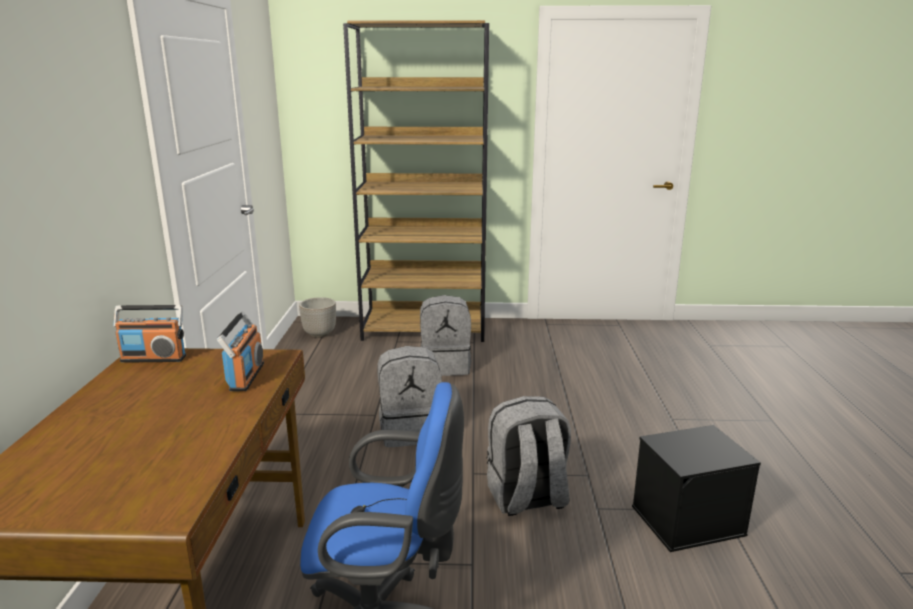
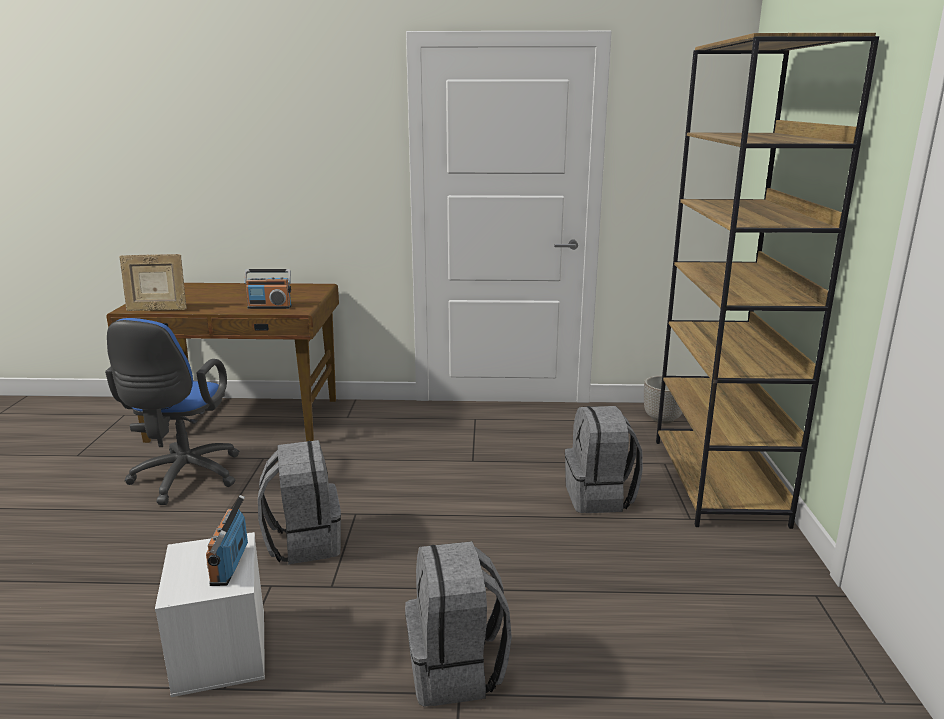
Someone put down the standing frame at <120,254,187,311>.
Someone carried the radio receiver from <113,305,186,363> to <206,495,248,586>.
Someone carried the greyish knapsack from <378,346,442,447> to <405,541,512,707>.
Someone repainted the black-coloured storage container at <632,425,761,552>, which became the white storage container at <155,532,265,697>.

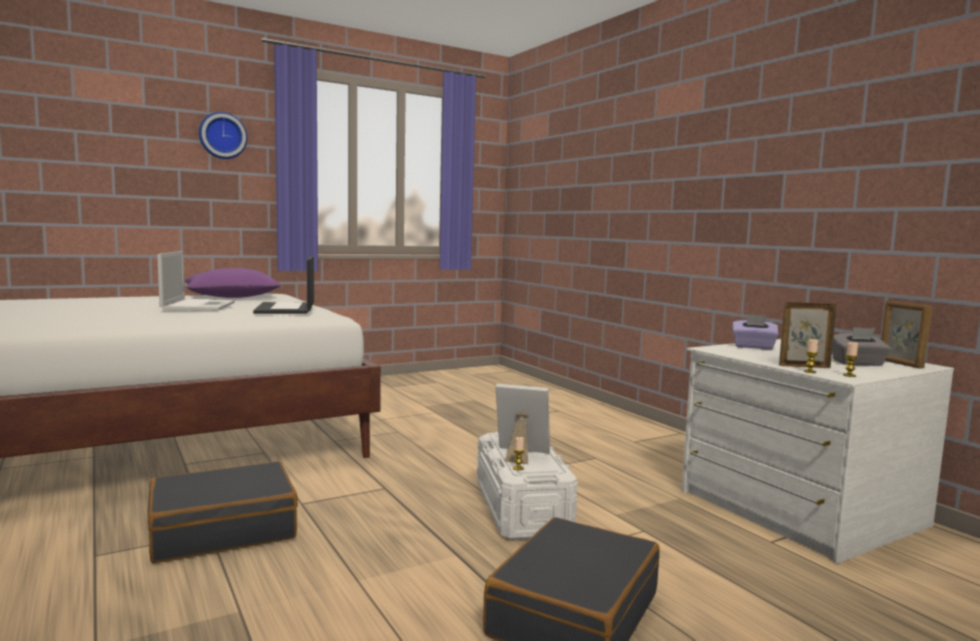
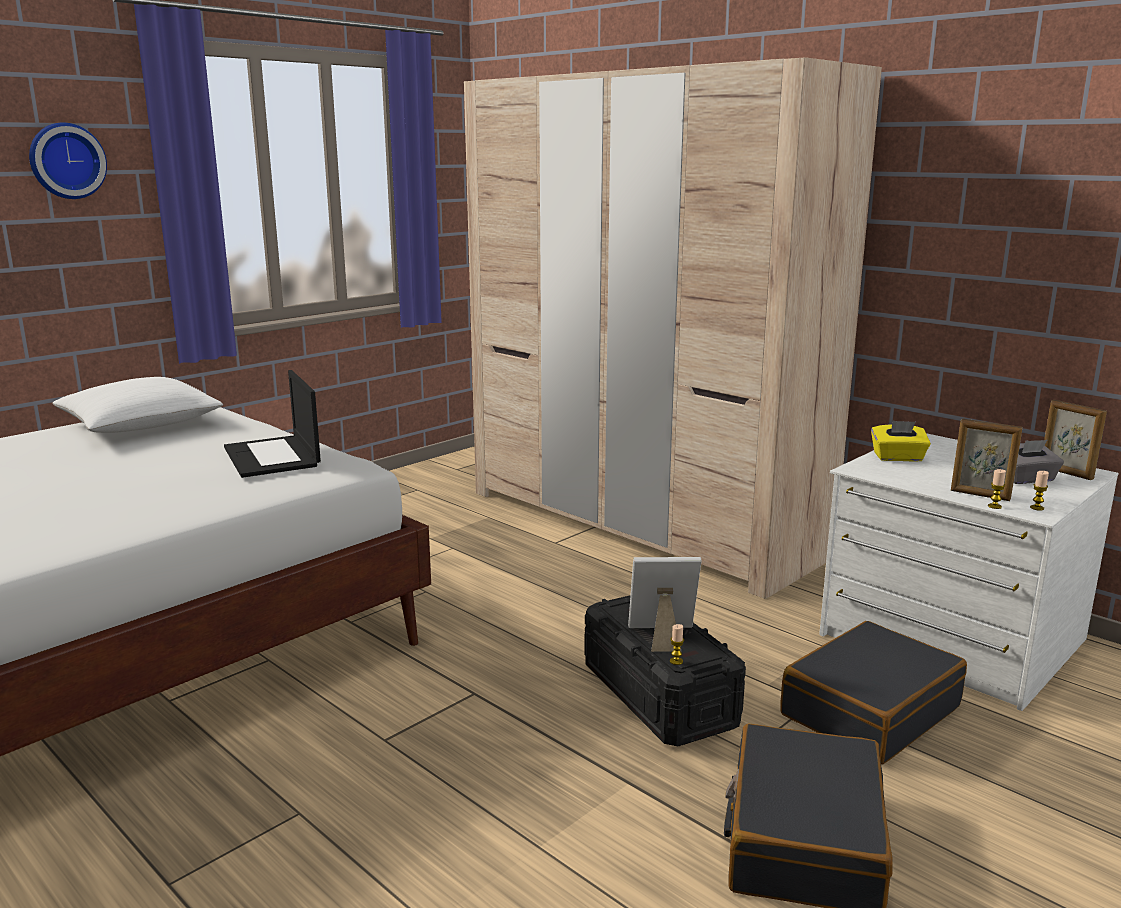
Someone took away the notebook computer at <157,251,235,311>.
Someone put down the sand-coloured wardrobe at <464,57,882,599>.
Someone carried the black-coloured suitcase from <148,461,298,563> to <780,621,967,765>.
Someone repainted the purplish throw pillow at <185,268,281,298>, which became the white throw pillow at <52,377,223,433>.
Someone repainted the white storage container at <477,432,578,540>, which became the black-coloured storage container at <584,596,746,746>.
Someone repainted the purplish tissue box at <732,314,779,349>, which became the yellow-coloured tissue box at <871,420,931,462>.
Someone rotated the standing frame at <779,302,836,368> by 135 degrees counterclockwise.

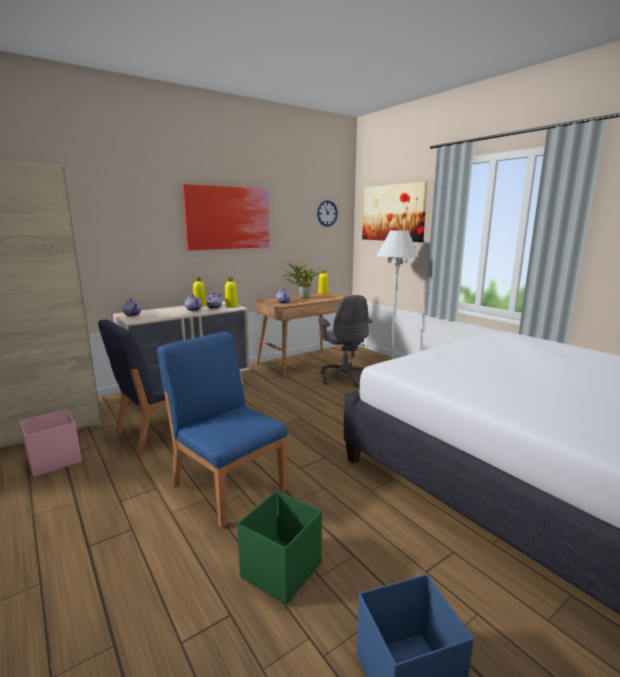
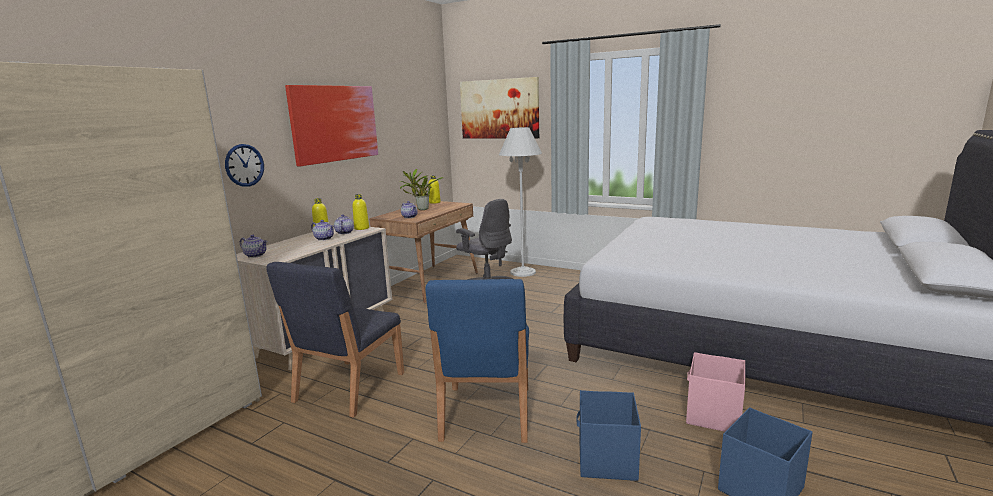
Someone carried the pink storage container from <20,409,82,477> to <686,352,745,432>.
Someone carried the hanging clock from <317,200,338,227> to <225,144,264,187>.
Someone repainted the green-coloured storage container at <237,491,322,605>, which became the blue storage container at <577,390,641,481>.
Someone rotated the blue plain chair at <157,332,288,528> by 105 degrees counterclockwise.

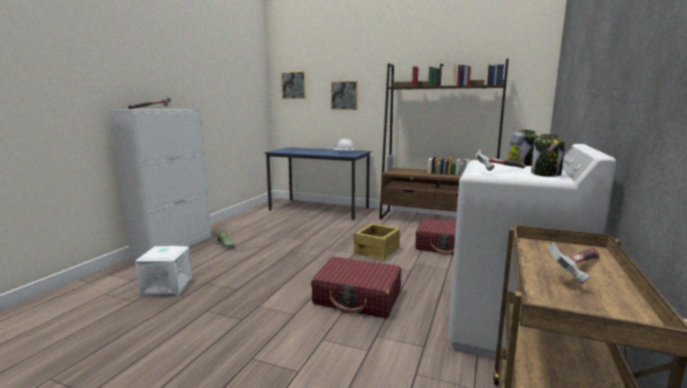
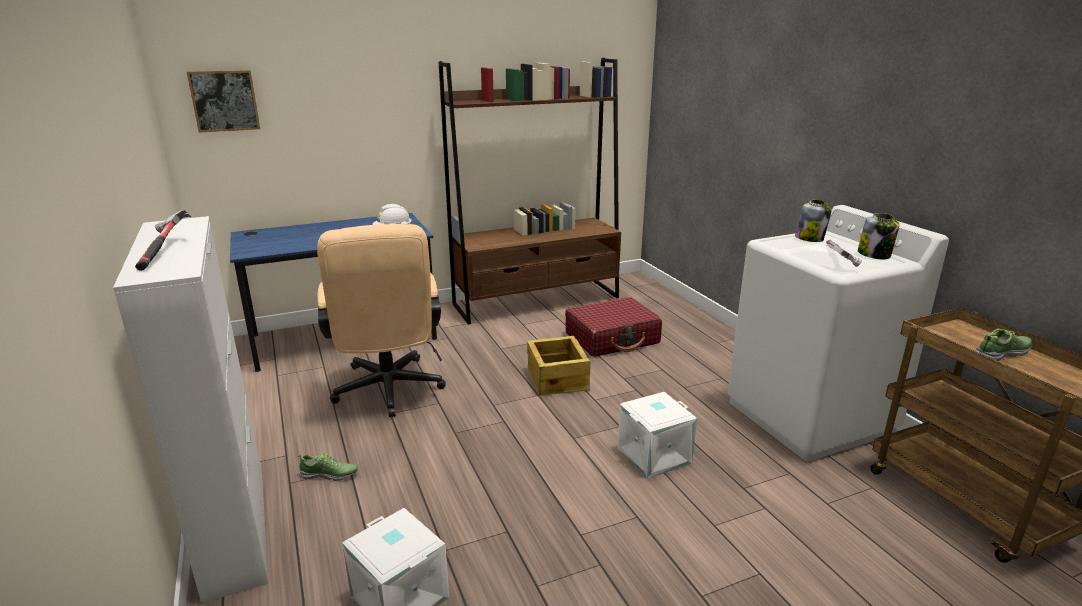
Someone took away the wall picture at <331,81,358,110>.
Someone put down the sand-coloured office chair at <317,224,446,417>.
Someone swapped the red-coloured suitcase at <311,257,401,318> for the white storage container at <618,392,697,479>.
Someone swapped the tool hammer at <548,242,599,284> for the low shoe at <975,328,1032,361>.

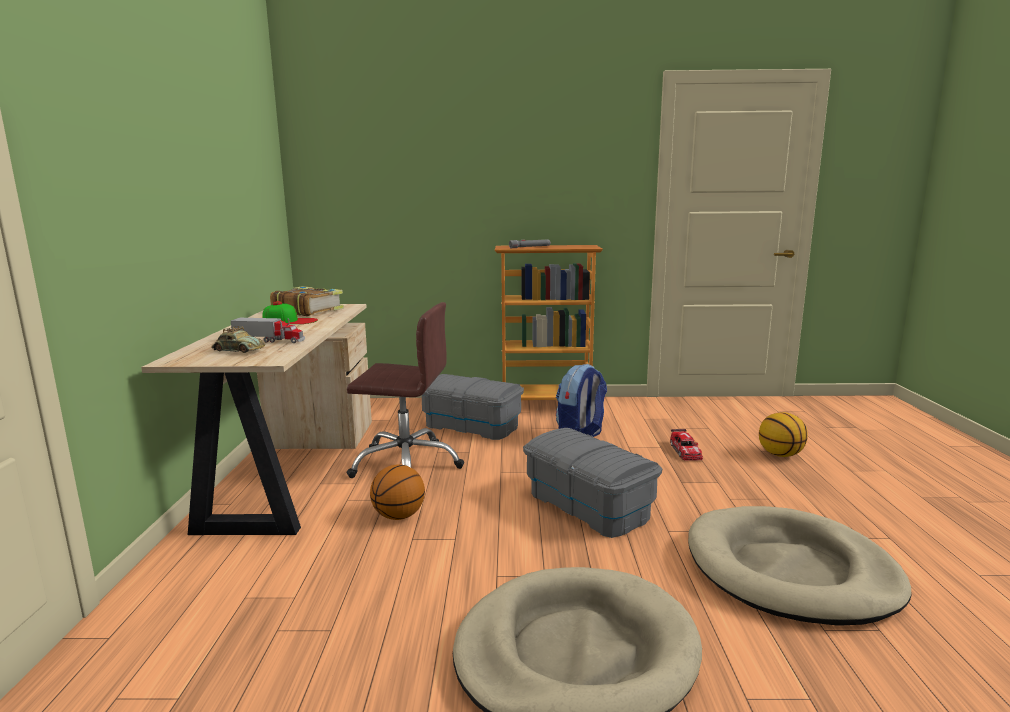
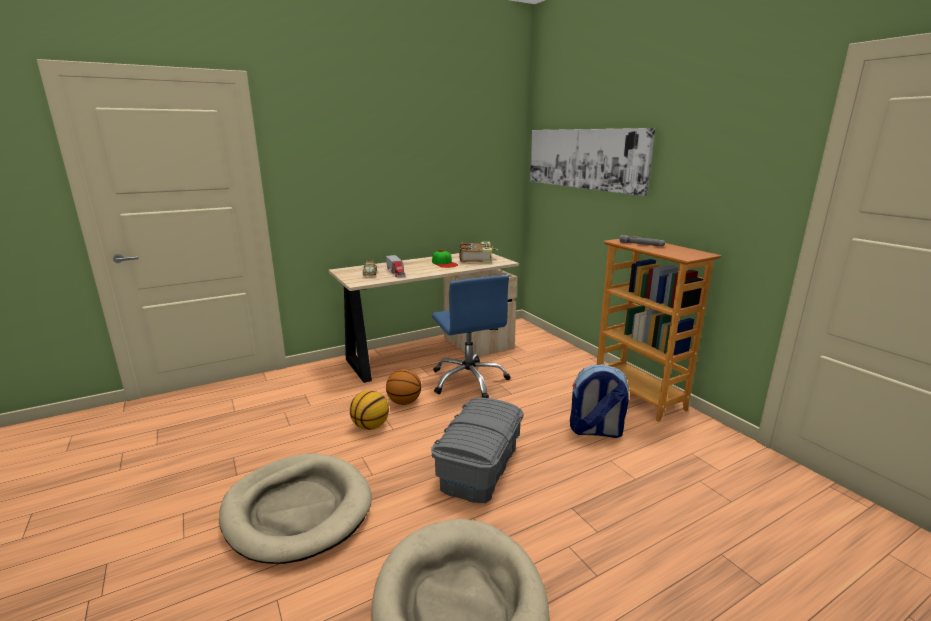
Someone took away the greyish storage container at <422,374,524,440>.
Someone took away the toy car at <670,429,703,461>.
Someone put up the wall picture at <530,128,655,196>.
Someone carried the basketball ball from <759,412,808,457> to <350,390,389,430>.
Someone repainted the brown office chair at <347,302,464,478>, which became the blue office chair at <432,275,511,398>.

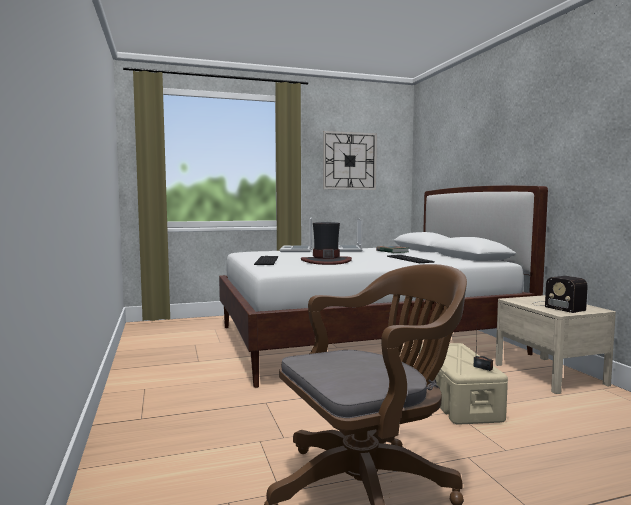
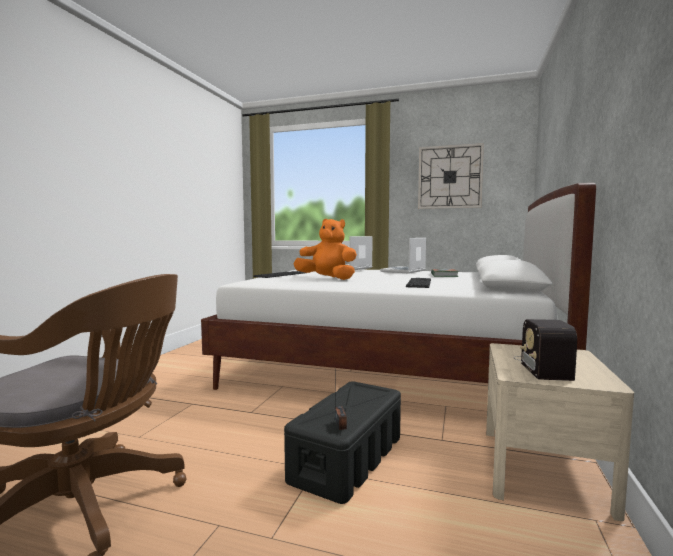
Someone swapped the hat at <301,222,352,265> for the orangey cuddly toy at <293,219,357,280>.
Someone repainted the sand-coloured storage container at <419,343,508,425>, which became the black-coloured storage container at <284,381,401,504>.

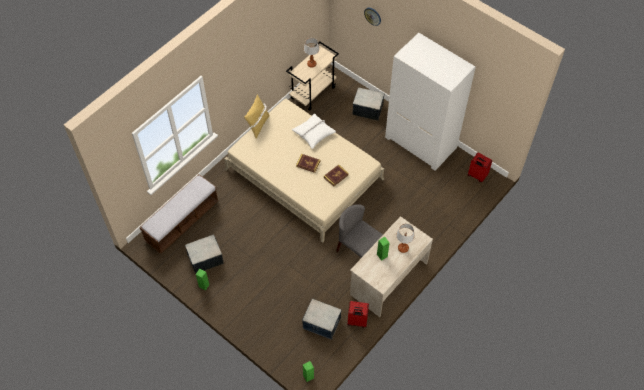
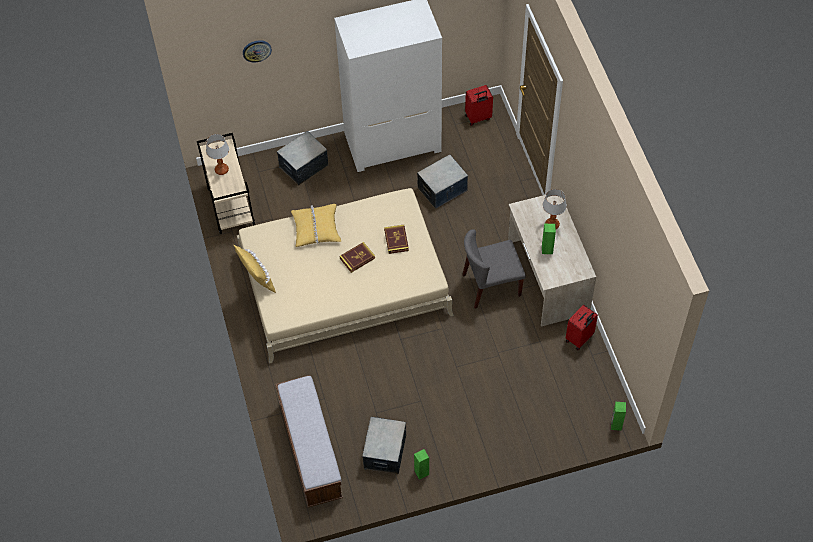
Someone carried the storage container from <302,298,342,340> to <417,155,468,209>.
Someone repainted the white throw pillow at <292,114,336,149>, which became the yellow-coloured throw pillow at <291,204,341,247>.

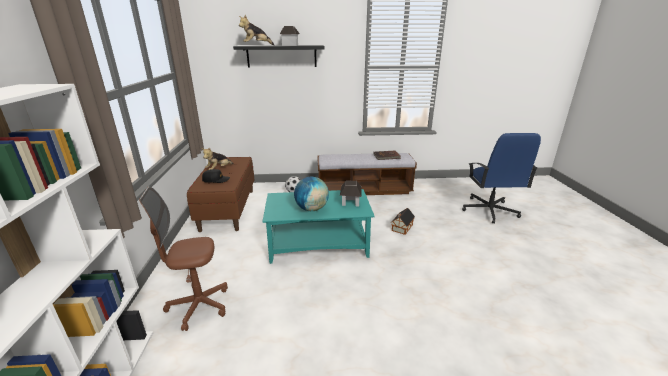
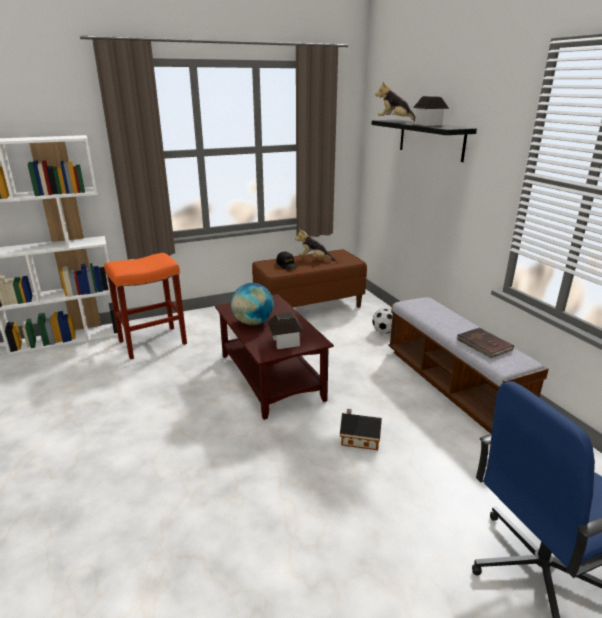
Someone swapped the brown office chair at <139,187,228,331> for the orangey stool at <104,253,187,359>.
Someone repainted the turquoise-coloured low table at <262,189,375,264>, which became the brown low table at <215,294,334,420>.

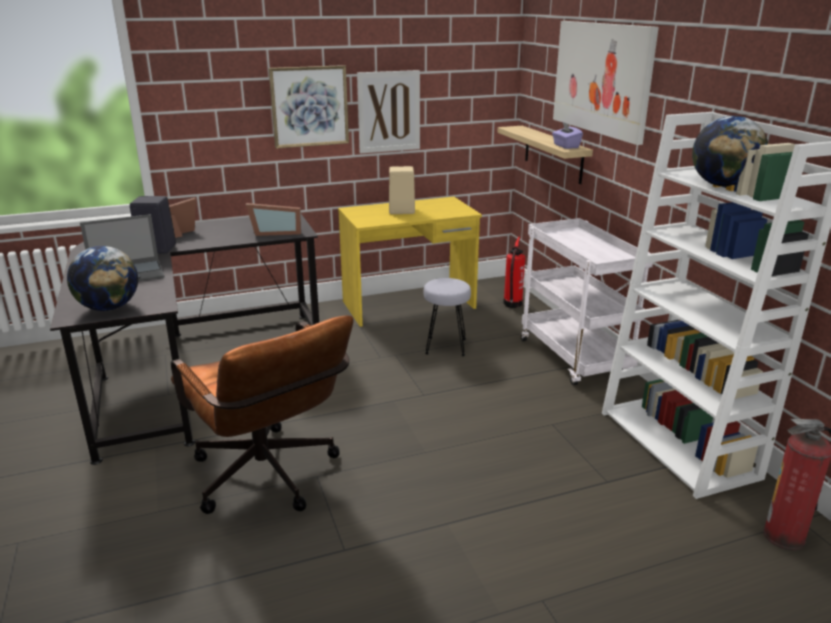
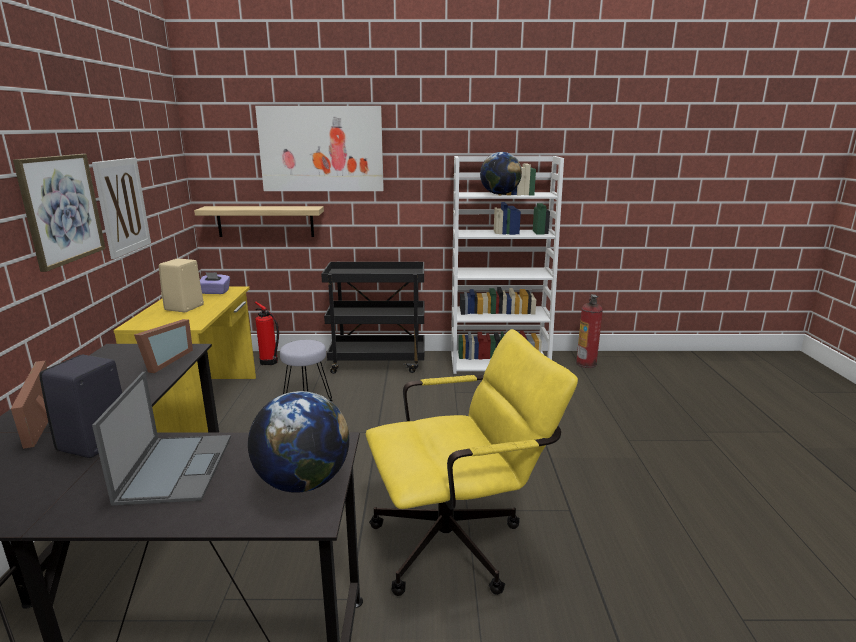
Someone carried the purplish tissue box from <552,122,583,149> to <200,272,230,294>.
Someone repainted the brown office chair at <171,315,354,514>, which became the yellow-coloured office chair at <366,329,578,596>.
Someone repainted the white cart at <521,218,653,386>, which became the black-coloured cart at <321,261,425,374>.

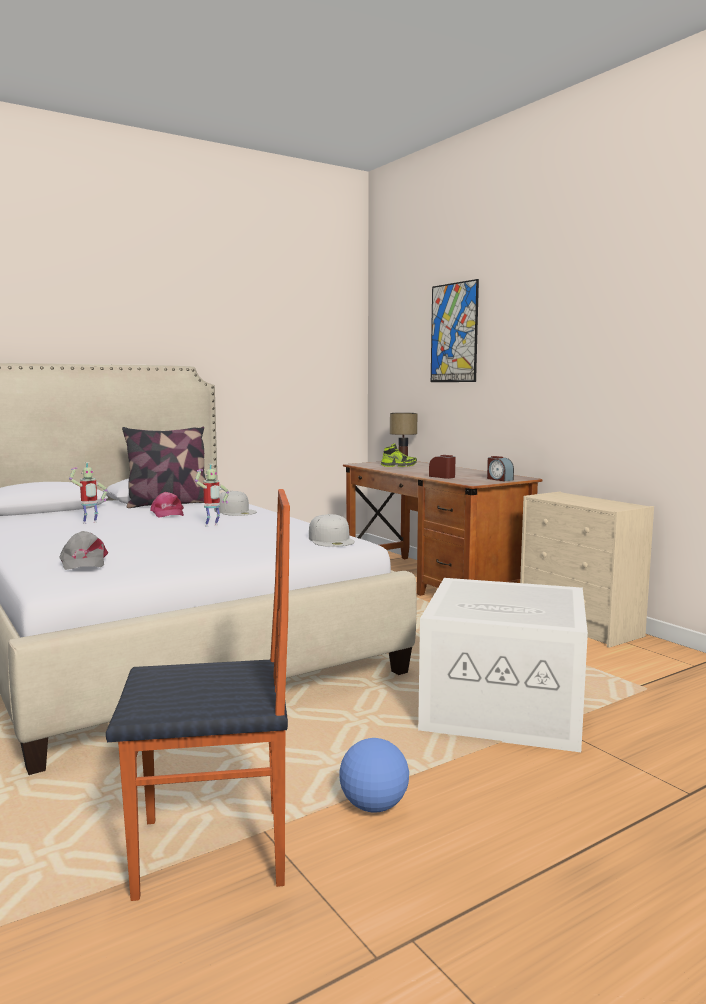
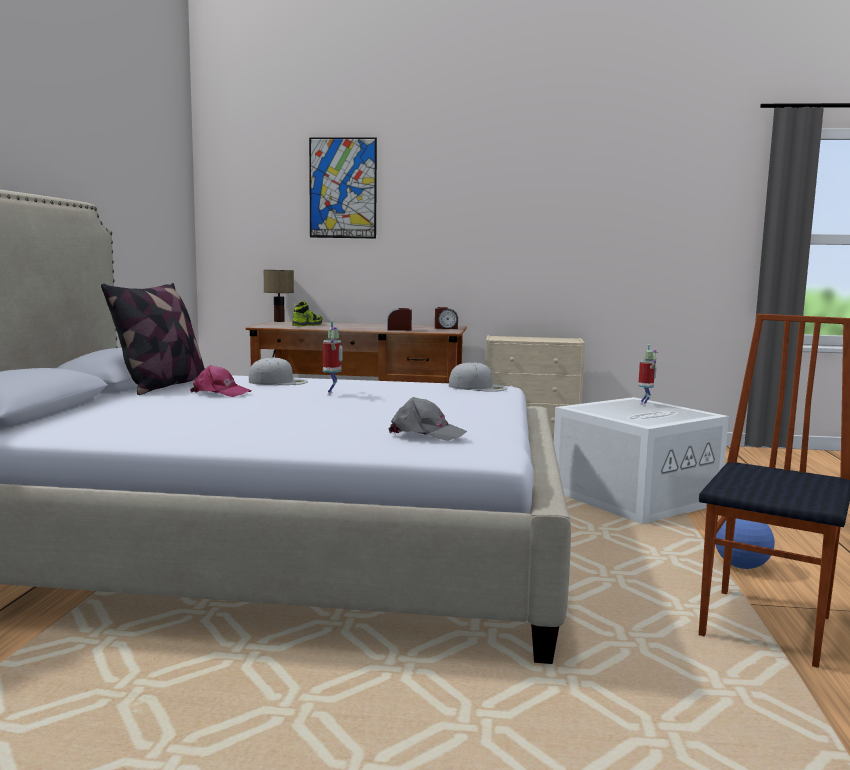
Someone carried the toy robot from <69,462,108,524> to <638,345,658,406>.

